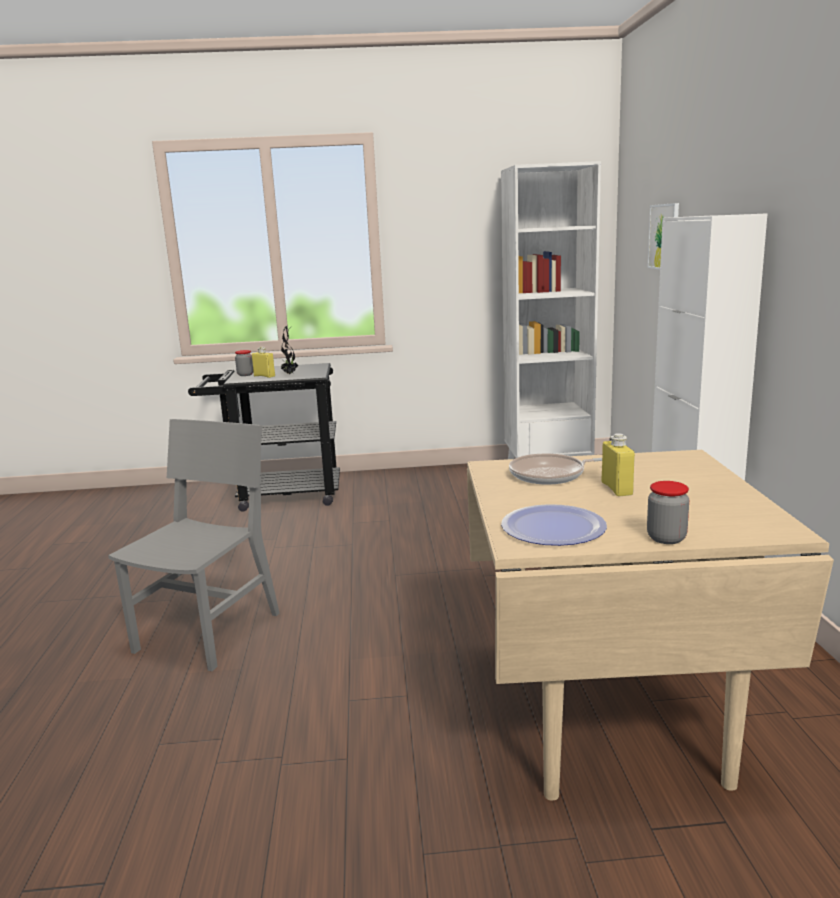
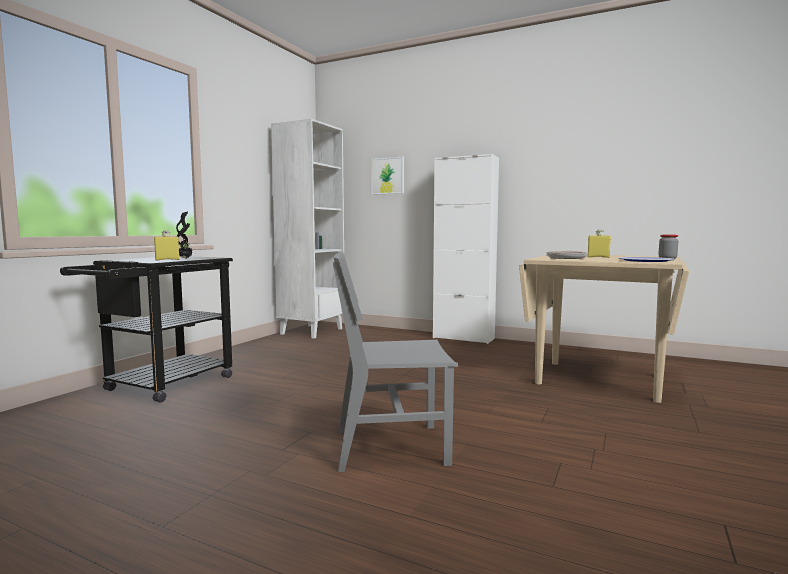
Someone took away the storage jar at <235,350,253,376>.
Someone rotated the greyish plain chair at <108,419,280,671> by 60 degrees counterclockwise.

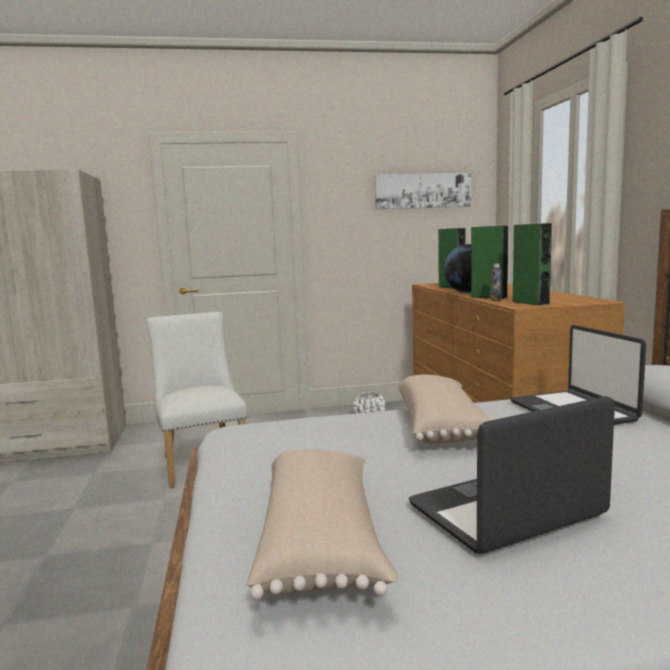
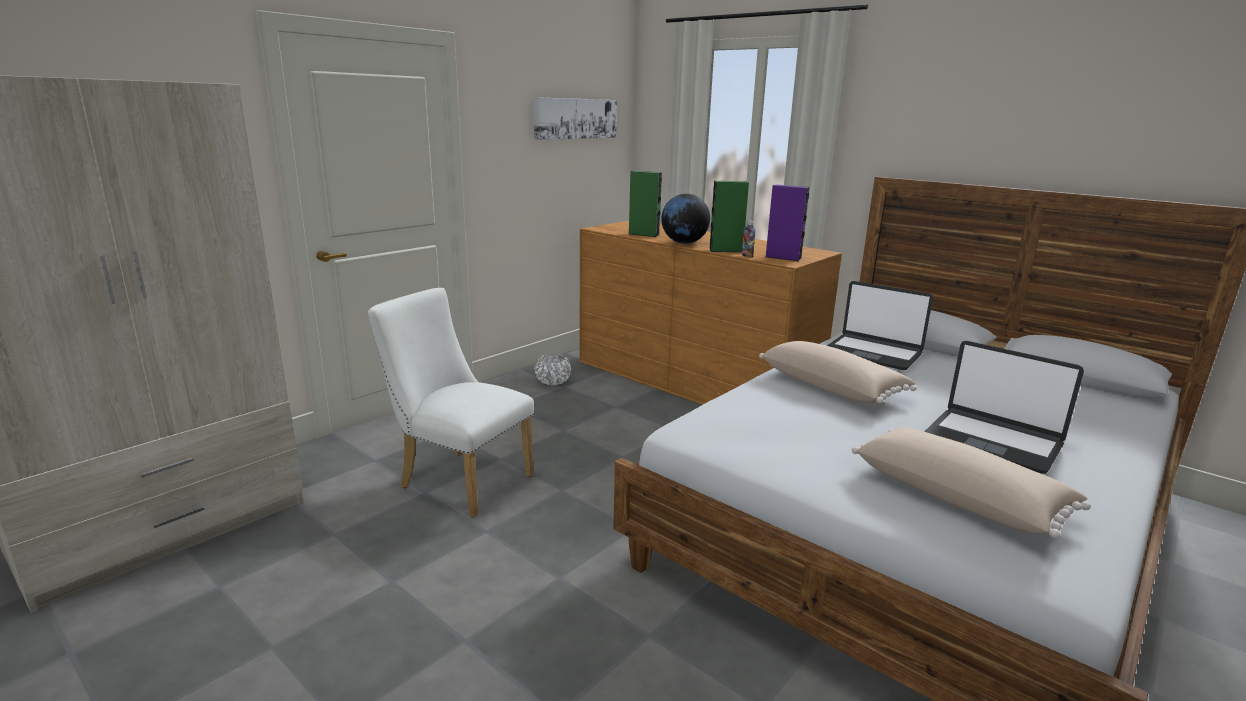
Someone repainted the green-coloured audio speaker at <513,223,552,305>, which became the purplish audio speaker at <766,185,809,261>.
Someone rotated the notebook computer at <409,396,615,554> by 75 degrees counterclockwise.

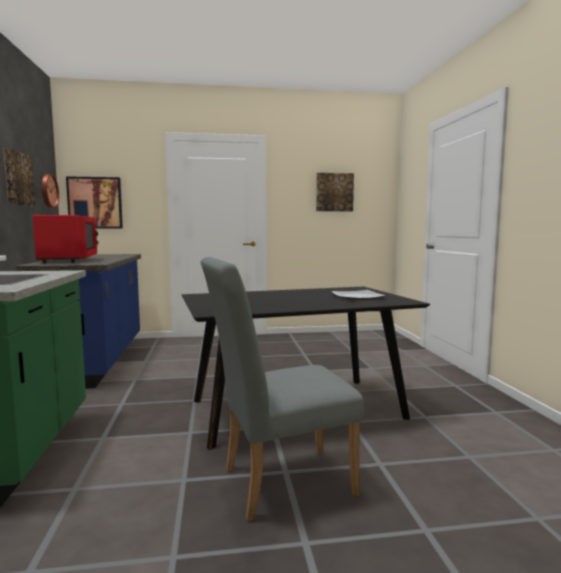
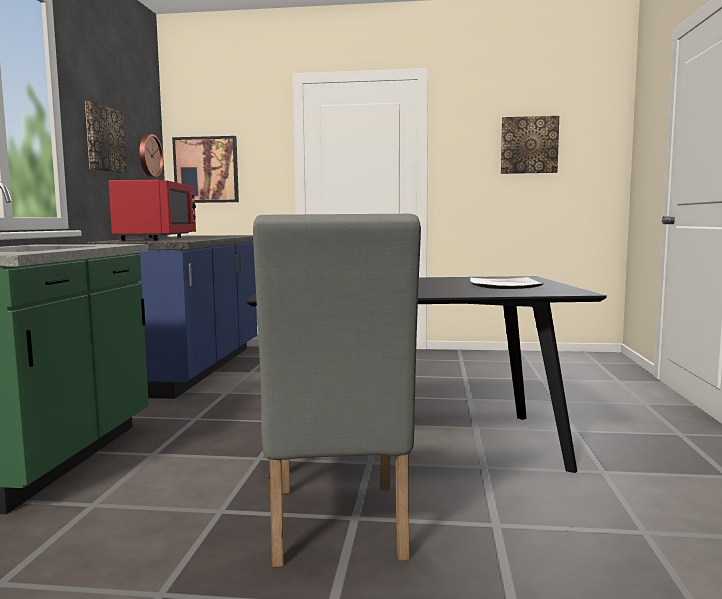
Someone rotated the greyish plain chair at <200,257,364,522> by 90 degrees counterclockwise.

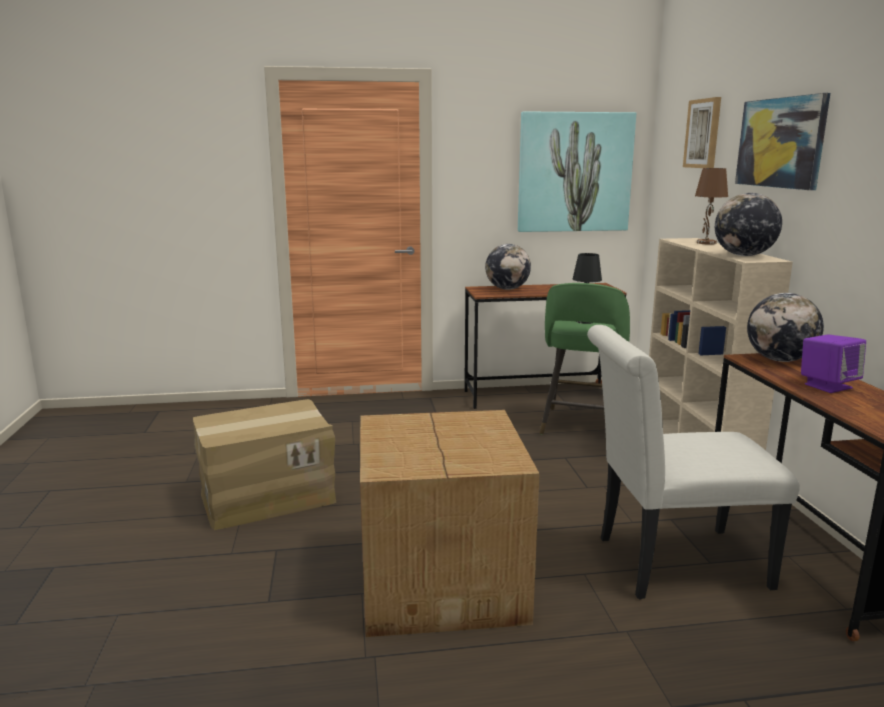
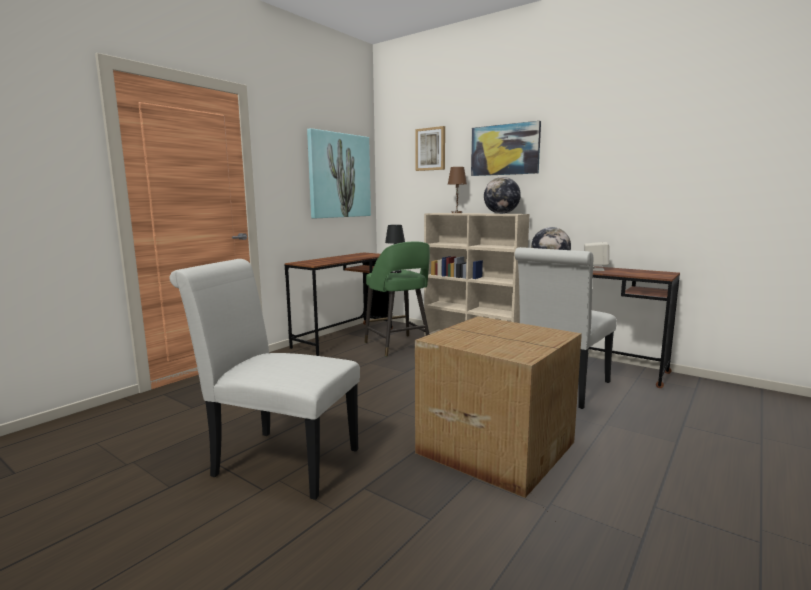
Someone took away the world globe at <485,244,531,290>.
Someone swapped the cardboard box at <193,399,336,530> for the white plain chair at <169,259,360,500>.
Someone repainted the purplish audio speaker at <801,334,866,393>, which became the sand-coloured audio speaker at <584,242,610,271>.

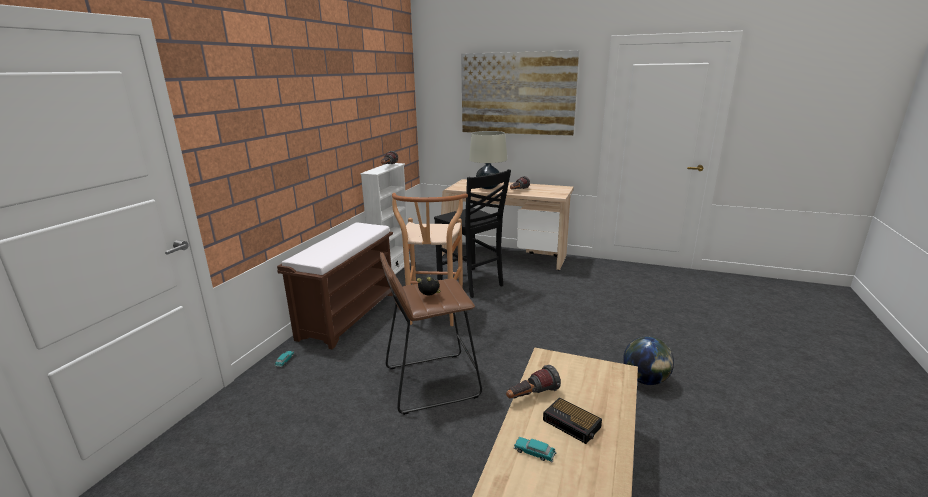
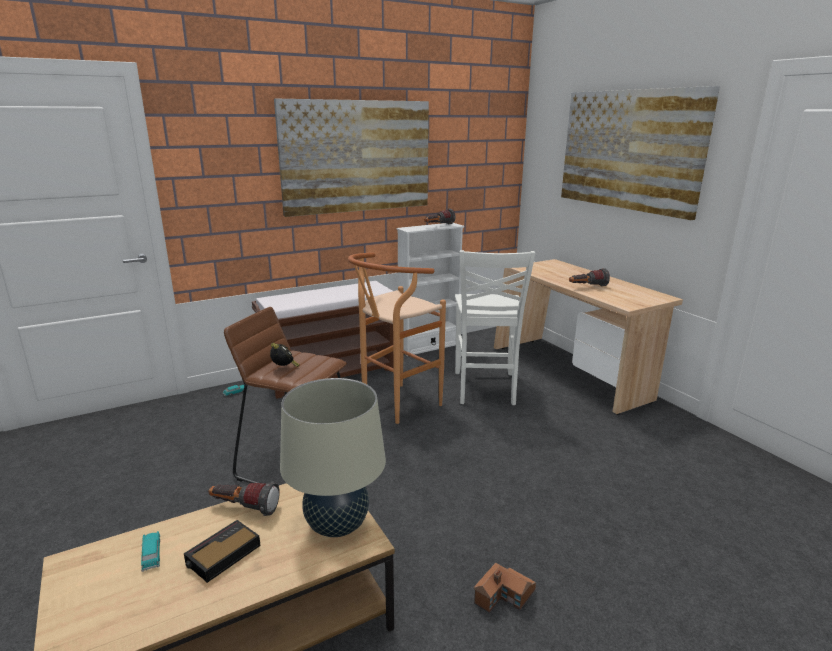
Someone put up the wall picture at <274,99,429,217>.
Someone carried the sand-coloured lamp for a table from <469,131,507,189> to <280,378,386,537>.
Someone swapped the world globe at <623,336,674,385> for the miniature house at <473,563,536,613>.
Someone repainted the black-coloured plain chair at <434,169,511,298>, which became the white plain chair at <455,250,535,405>.
Someone rotated the alarm clock at <543,397,602,444> by 45 degrees clockwise.

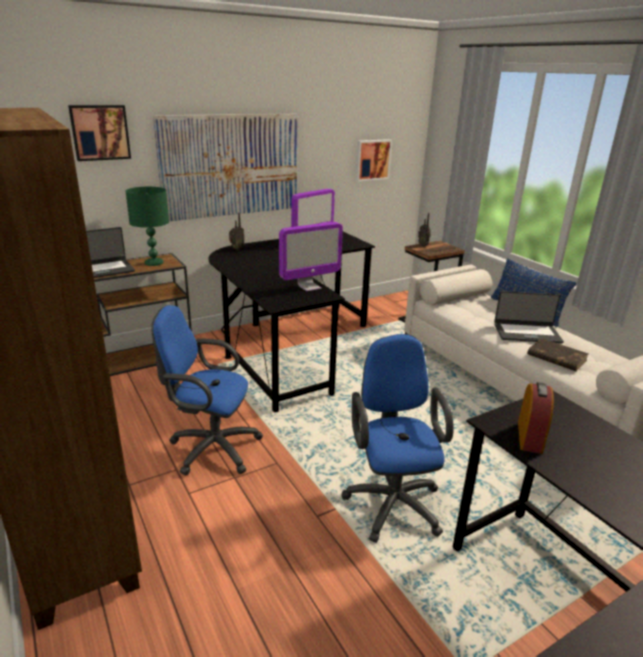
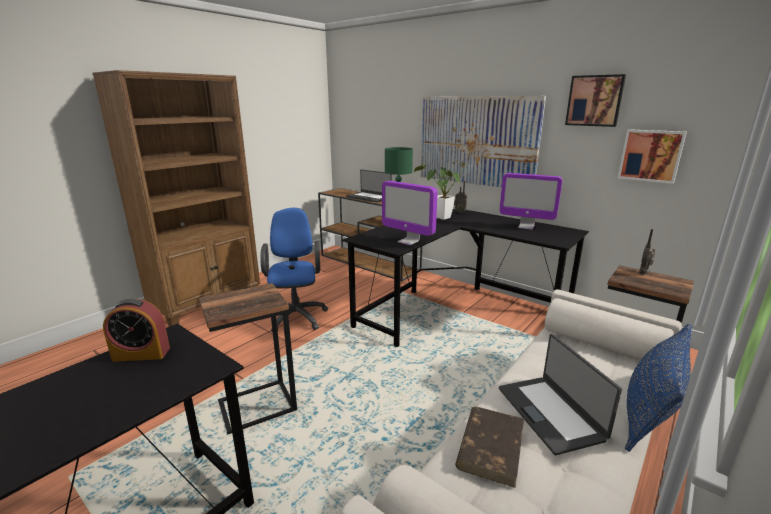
Someone put down the plant in a pot at <414,162,468,220>.
Someone carried the wall picture from <68,105,131,161> to <565,74,626,127>.
Someone swapped the blue office chair at <341,334,454,543> for the accent table at <199,283,297,435>.

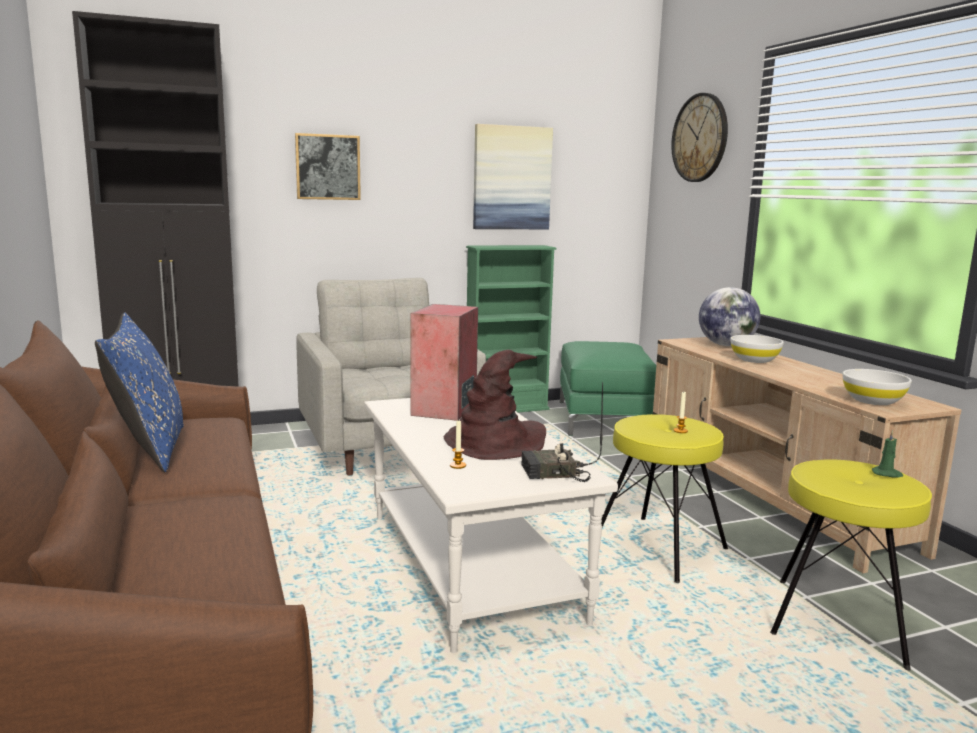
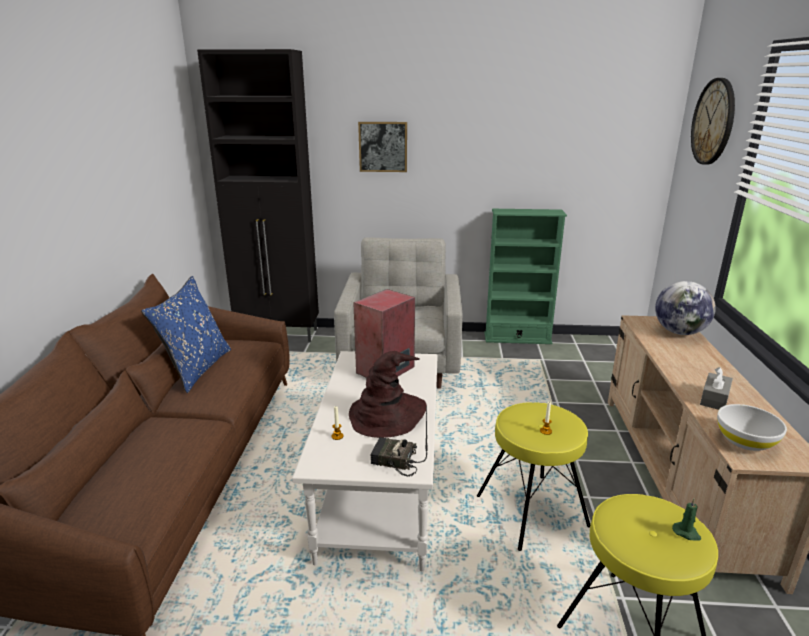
Someone took away the wall picture at <473,124,553,229>.
Someone took away the green-coloured pouffe at <560,341,656,436>.
Someone took away the white serving bowl at <731,335,784,363>.
Someone put down the greyish tissue box at <700,367,733,410>.

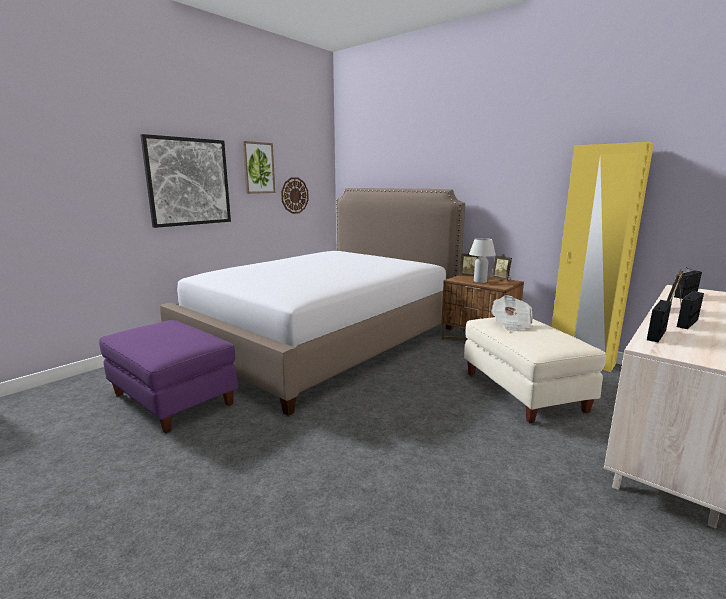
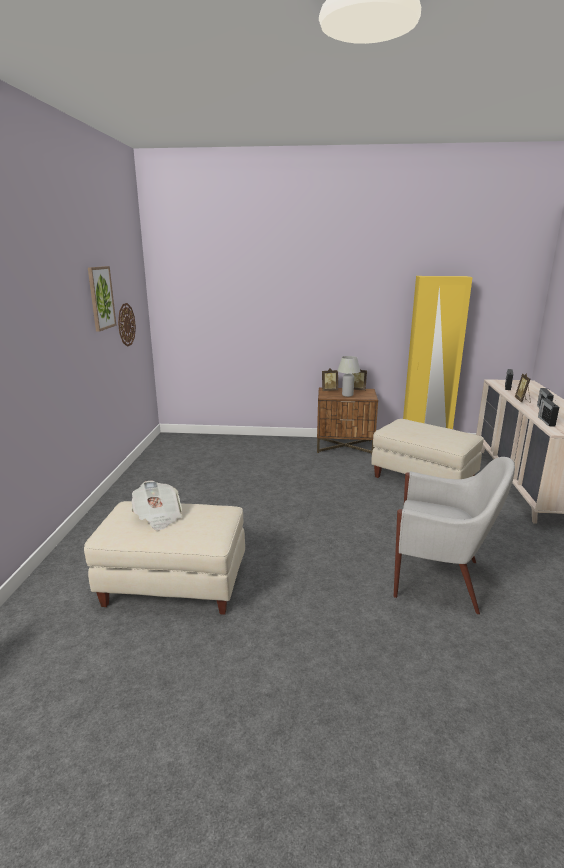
Someone took away the wall picture at <140,134,231,228>.
Someone took away the bedroom bed at <160,188,465,416>.
Someone put down the white lounge chair at <394,457,515,614>.
Someone carried the daily paper from <491,295,533,332> to <132,480,182,531>.
Someone repainted the purplish pouffe at <99,320,238,433>, which became the sand-coloured pouffe at <84,501,245,615>.

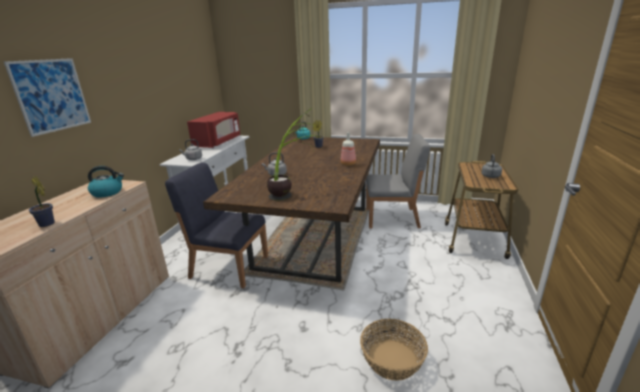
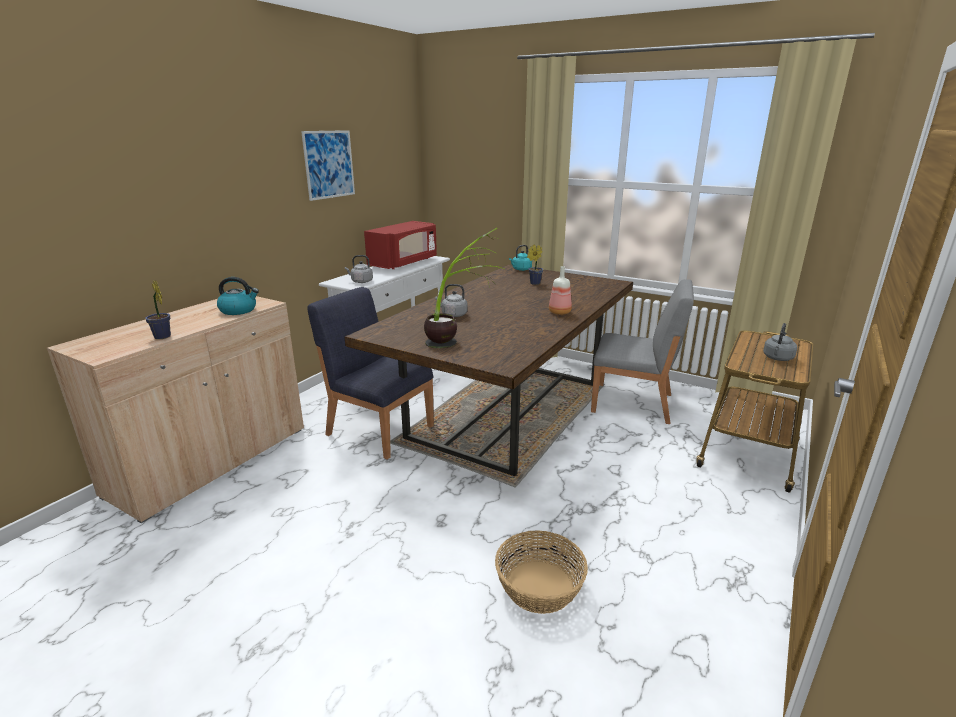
Someone carried the wall picture from <4,58,91,137> to <301,130,355,201>.

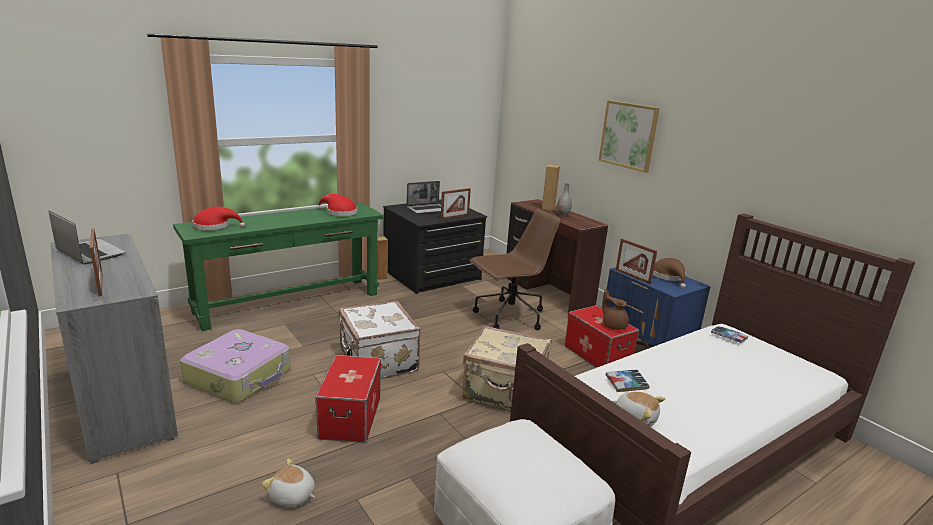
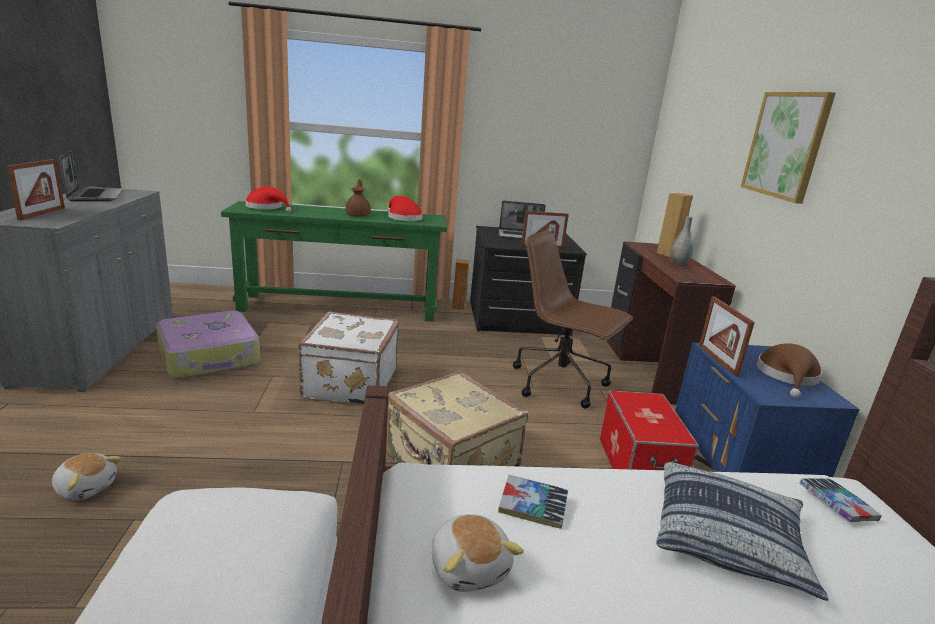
Someone took away the storage container at <315,355,381,443>.
Someone put down the throw pillow at <656,462,829,601>.
Someone carried the brown teapot from <602,289,629,330> to <346,179,371,217>.
Someone rotated the cuddly toy at <262,459,315,506> by 150 degrees clockwise.
Someone rotated the brown office chair at <470,208,561,330> by 150 degrees counterclockwise.

